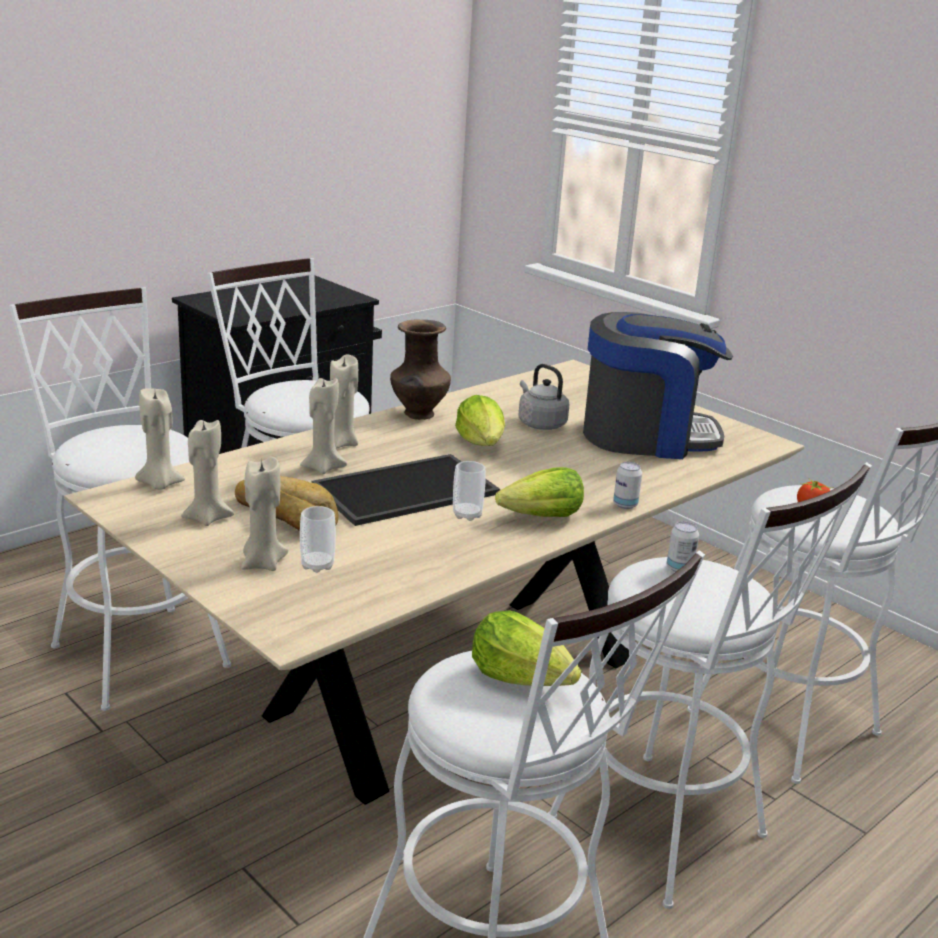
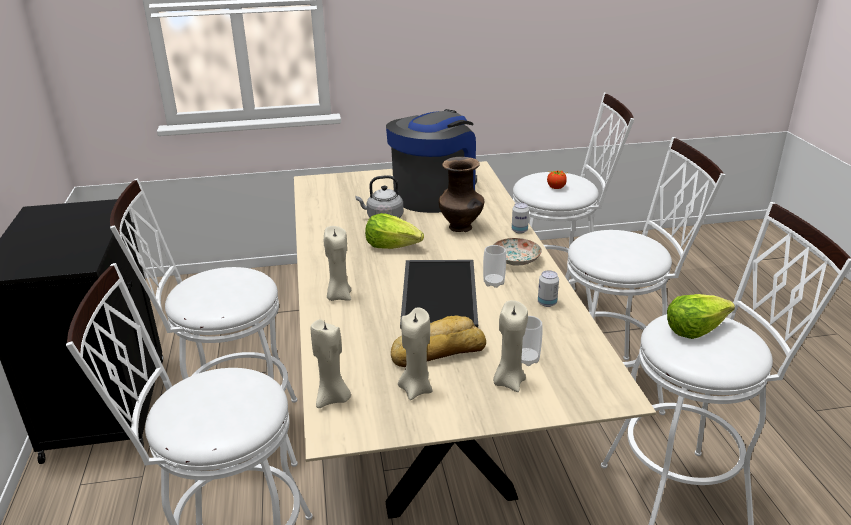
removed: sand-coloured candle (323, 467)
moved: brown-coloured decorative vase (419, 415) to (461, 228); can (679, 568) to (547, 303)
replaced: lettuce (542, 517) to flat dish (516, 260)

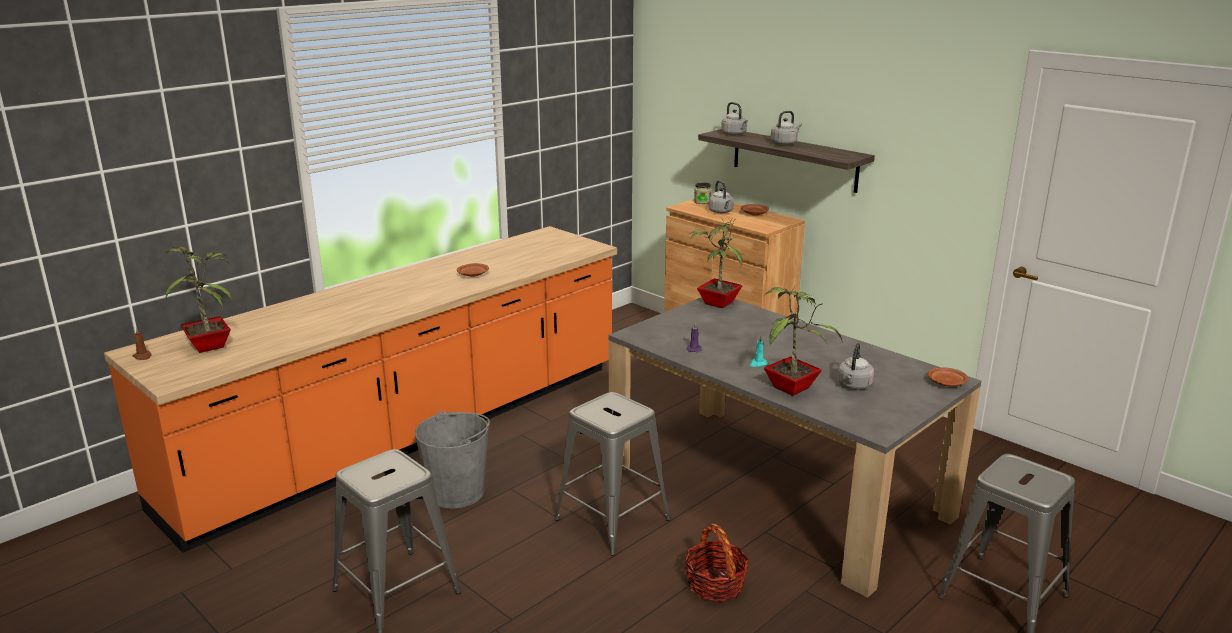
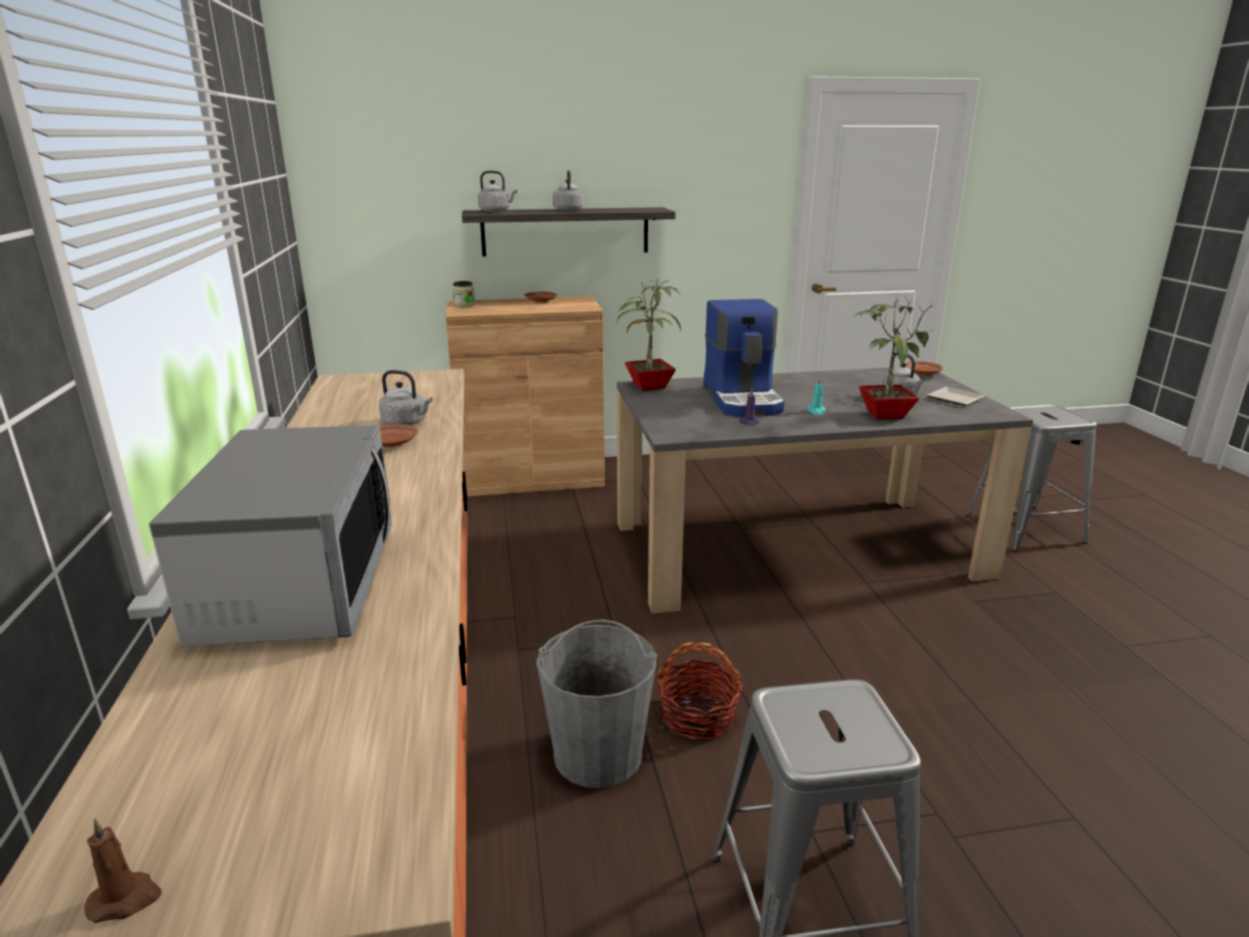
removed: houseplant (211, 346); grey stool seat (613, 520)
added: microwave (300, 585); coffee maker (743, 399); flat dish (954, 398)
moved: household basket (715, 584) to (698, 716); grey water kettle (721, 212) to (406, 423)

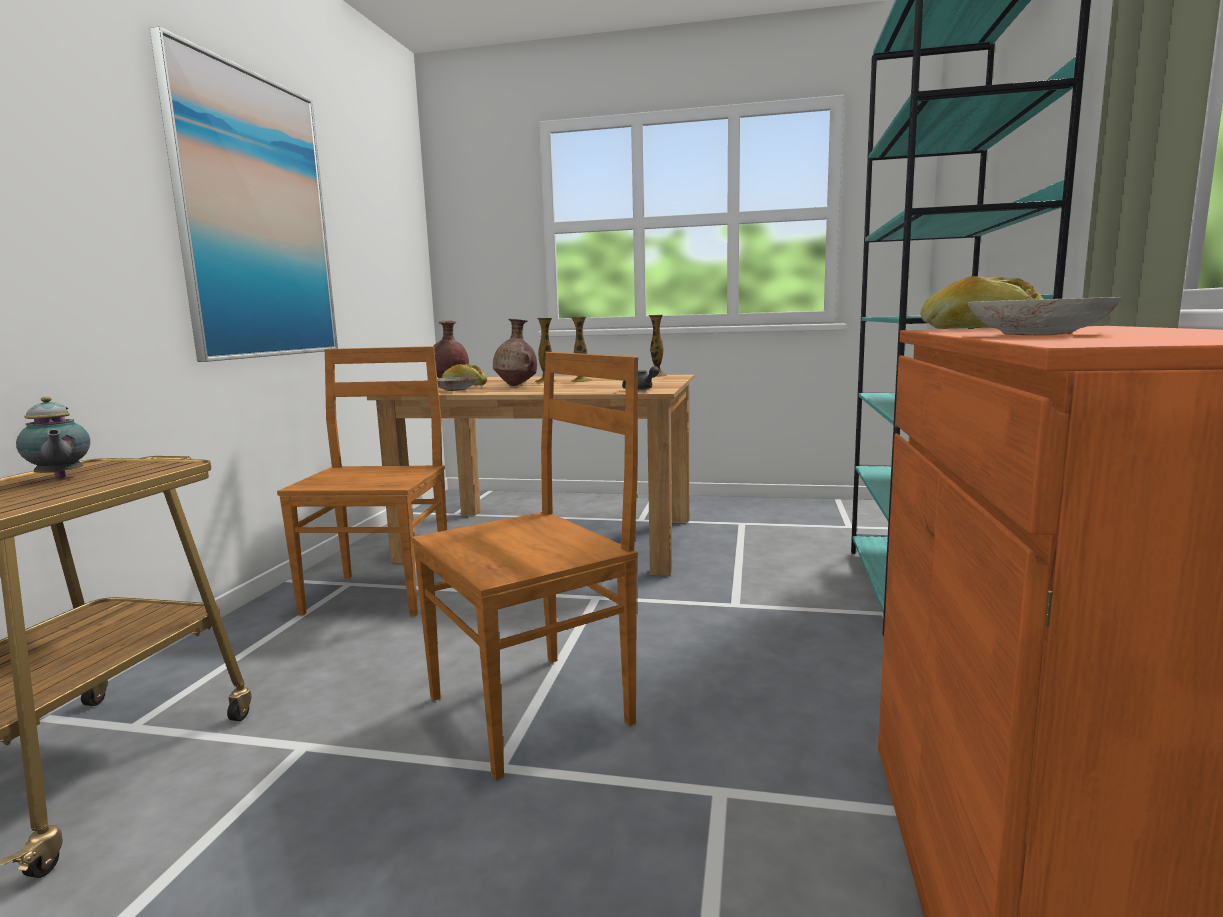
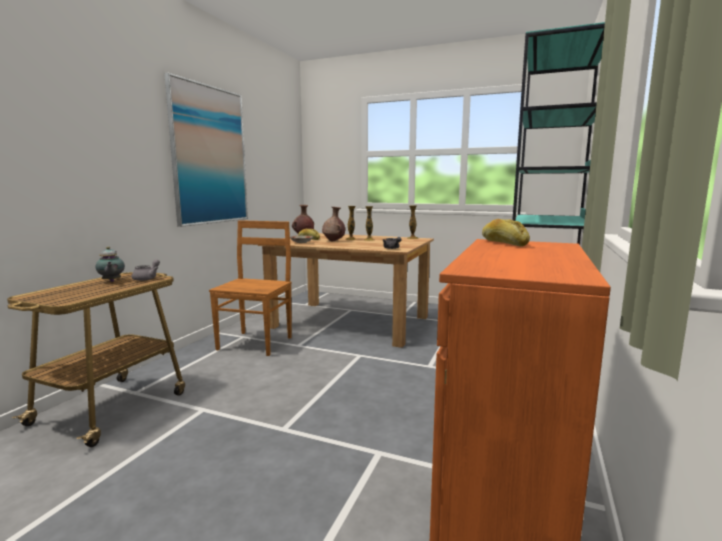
removed: brown-coloured upright chair (535, 708); flat dish (1039, 334)
added: grey teapot (147, 278)

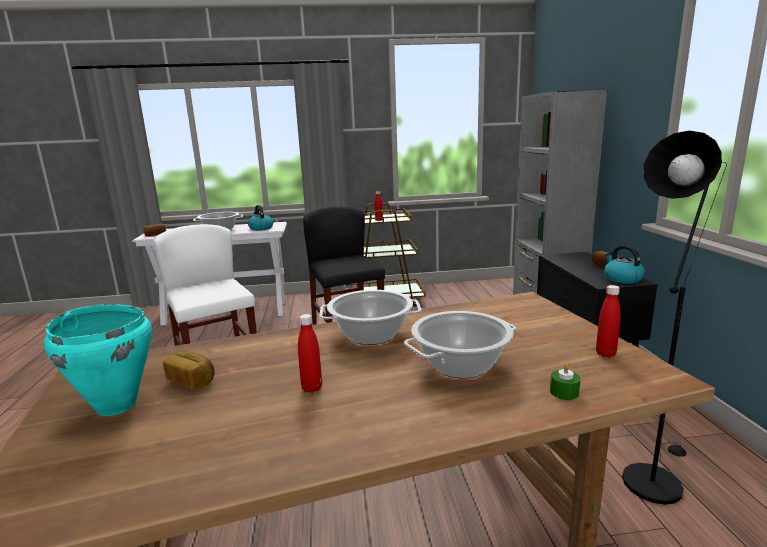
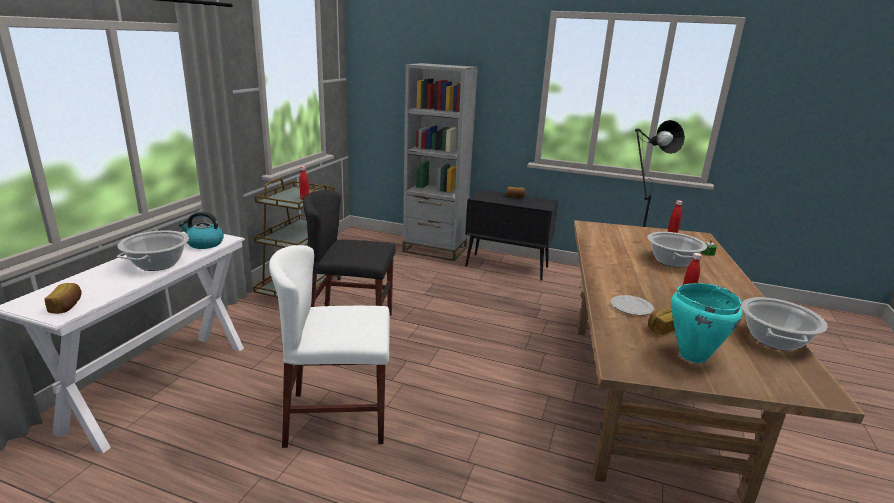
removed: water kettle (622, 279)
added: flat dish (631, 306)
moved: cooking pot (371, 335) to (774, 340)

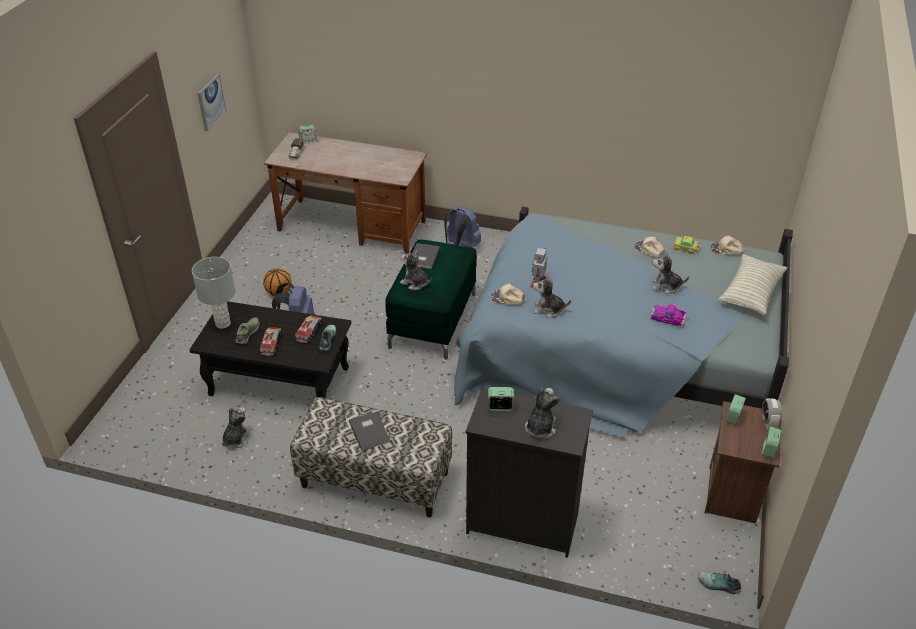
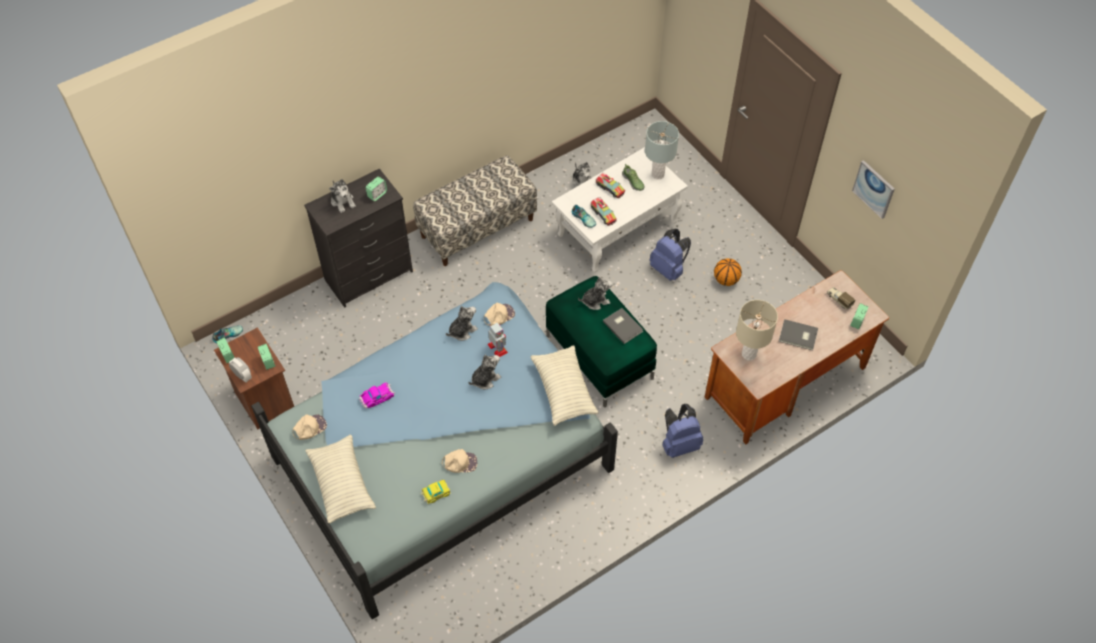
added: pillow (563, 391); sand-coloured lamp for a table (749, 354)
moved: grey bound book (370, 431) to (798, 336); plush toy (665, 286) to (485, 379); sand-coloured cap (726, 250) to (309, 428)
recoloured: blackish low table (278, 381) to whitish low table (618, 228)

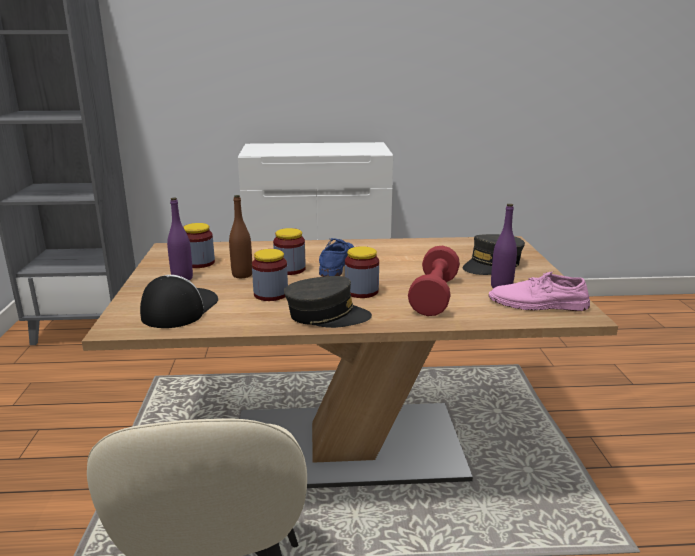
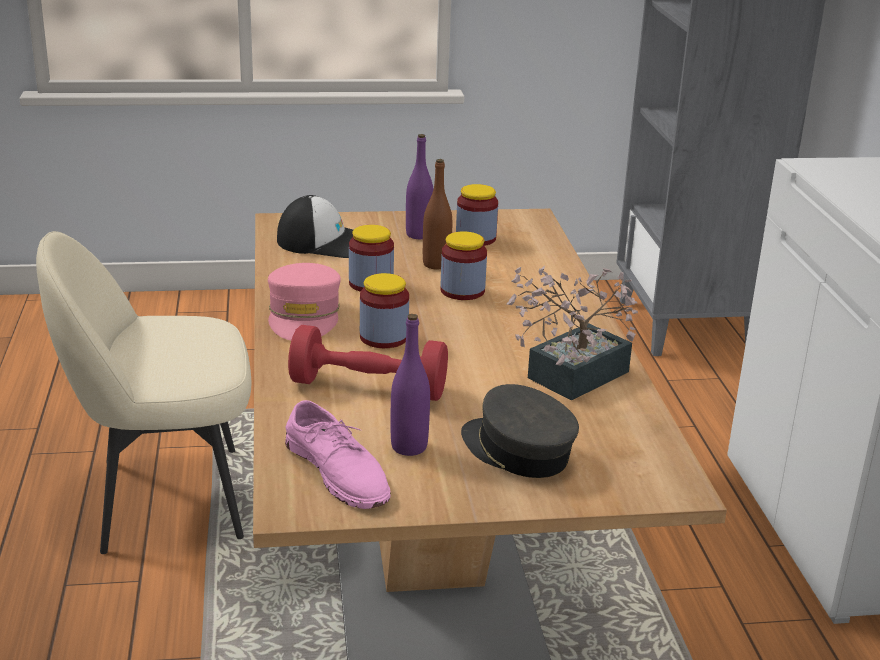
removed: blue-coloured low shoe (337, 264)
added: houseplant (569, 378)
recoloured: grey cap (326, 315) to pink cap (304, 316)
turned: pink low shoe (538, 304) = (338, 471) 135 degrees clockwise

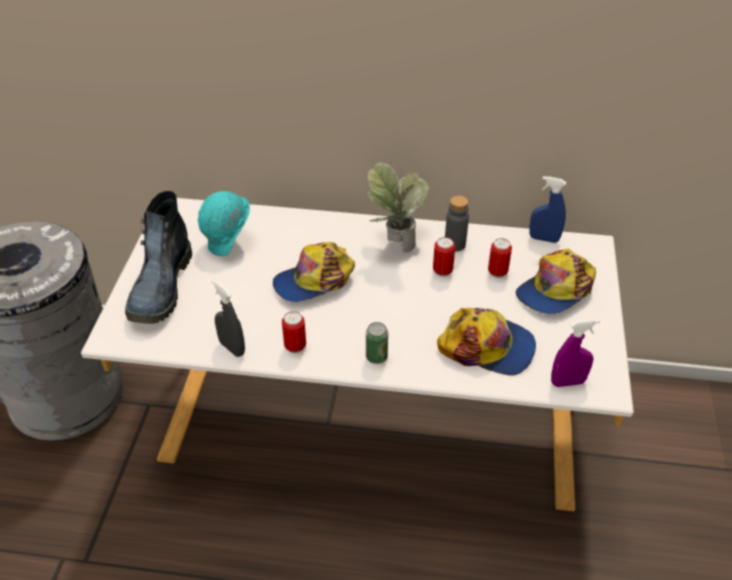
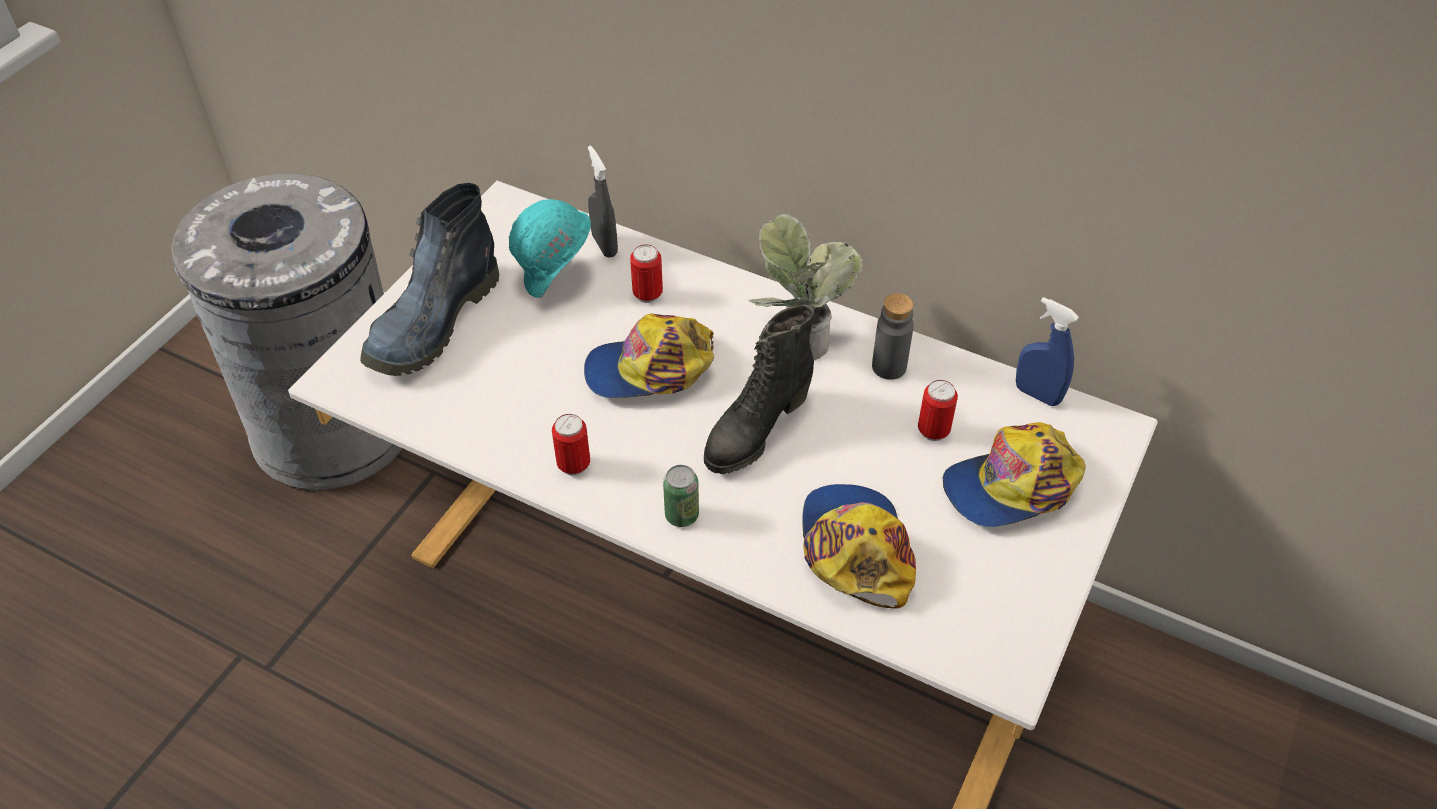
removed: purple spray bottle (568, 382)
added: blackish boot (756, 430)
moved: grey spray bottle (232, 348) to (604, 245); can (442, 271) to (647, 294)
turned: cap (487, 347) = (855, 549) 135 degrees counterclockwise

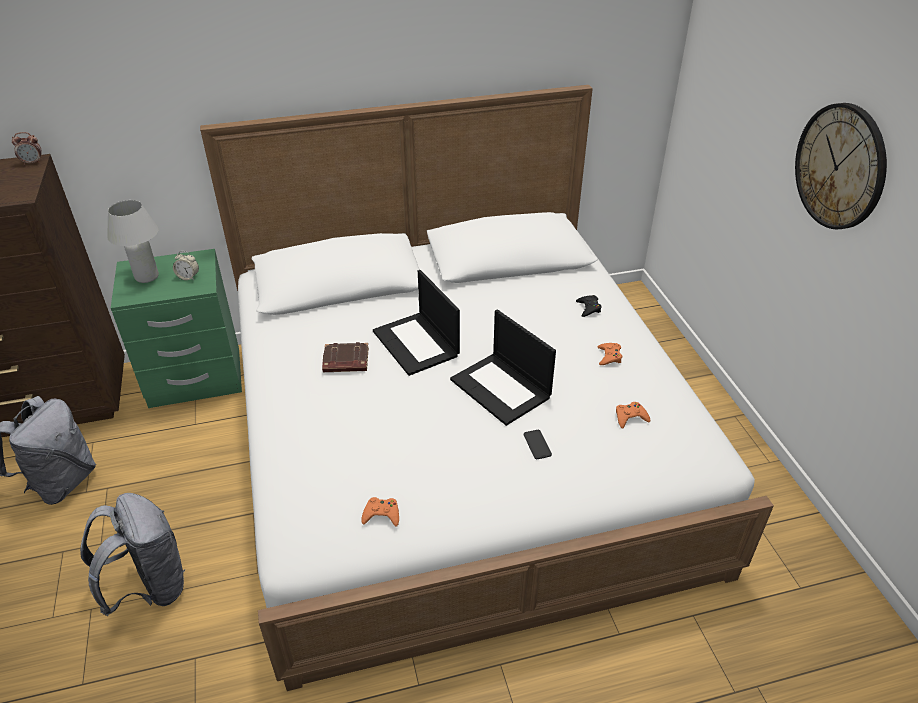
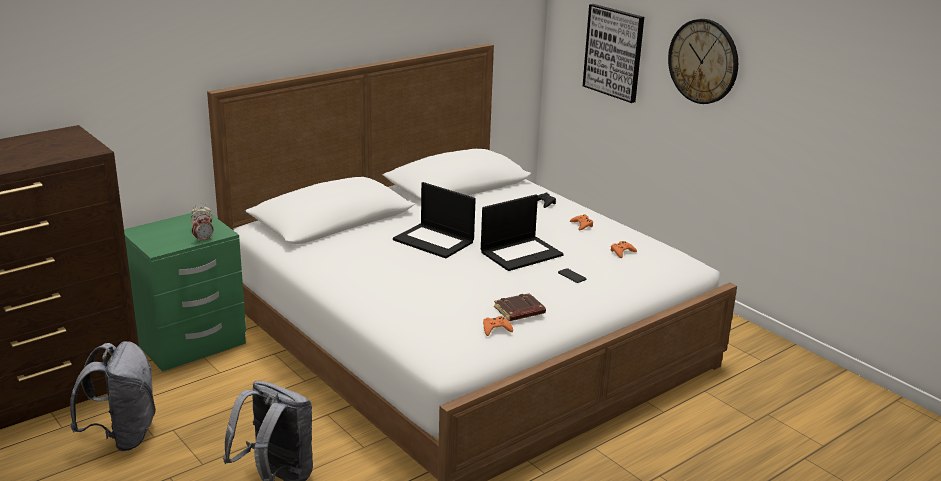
removed: whitish lamp for a table (147, 277)
added: picture (614, 52)
moved: table clock (33, 163) to (203, 240); brown-coloured bound book (345, 362) to (519, 311)
turned: laptop (502, 388) = (521, 253) 60 degrees counterclockwise

